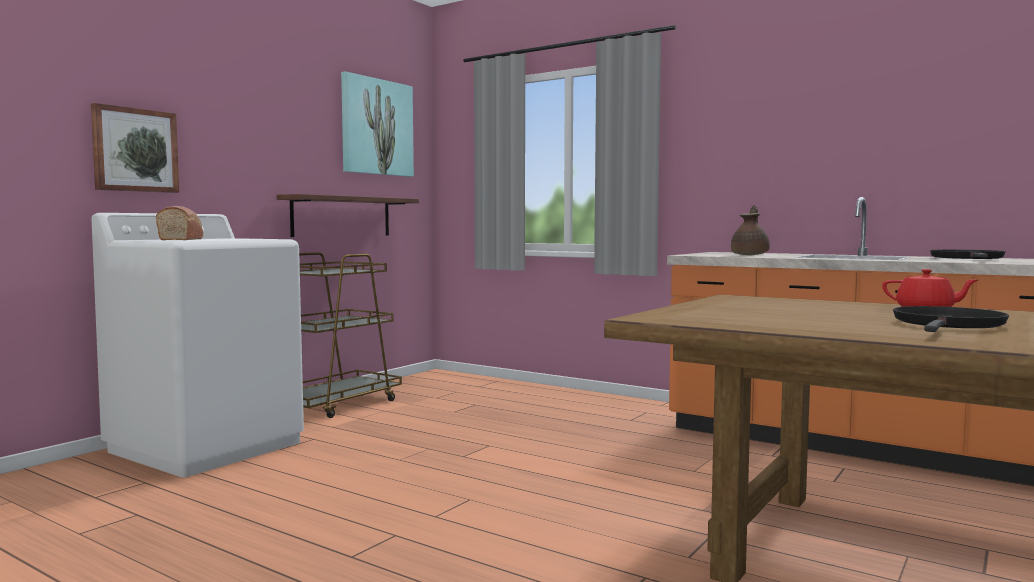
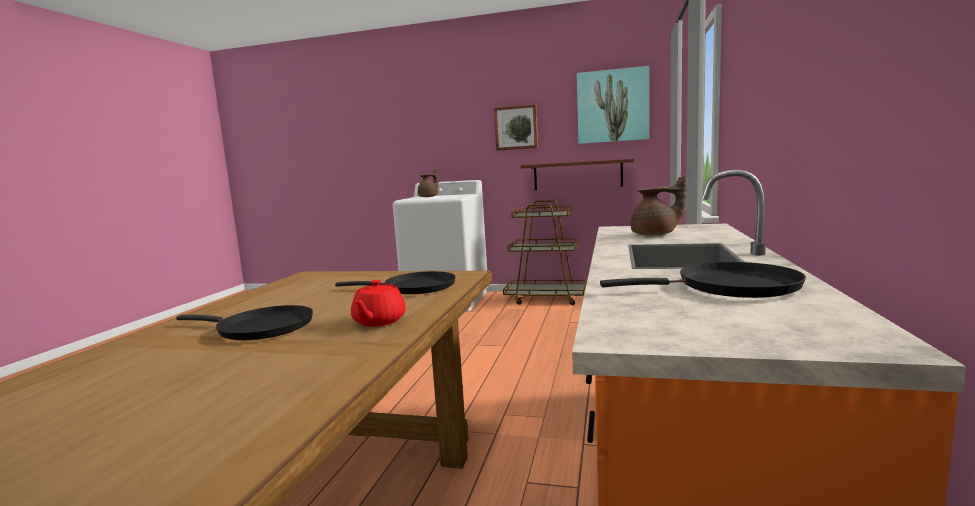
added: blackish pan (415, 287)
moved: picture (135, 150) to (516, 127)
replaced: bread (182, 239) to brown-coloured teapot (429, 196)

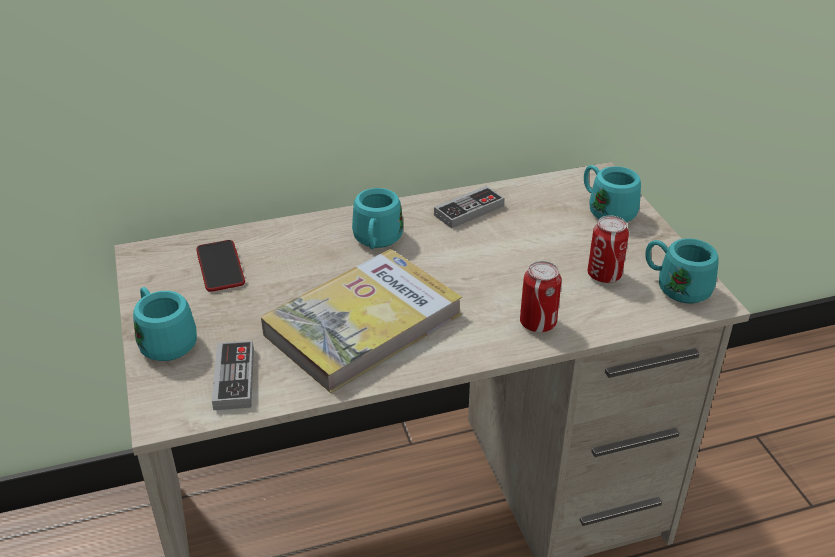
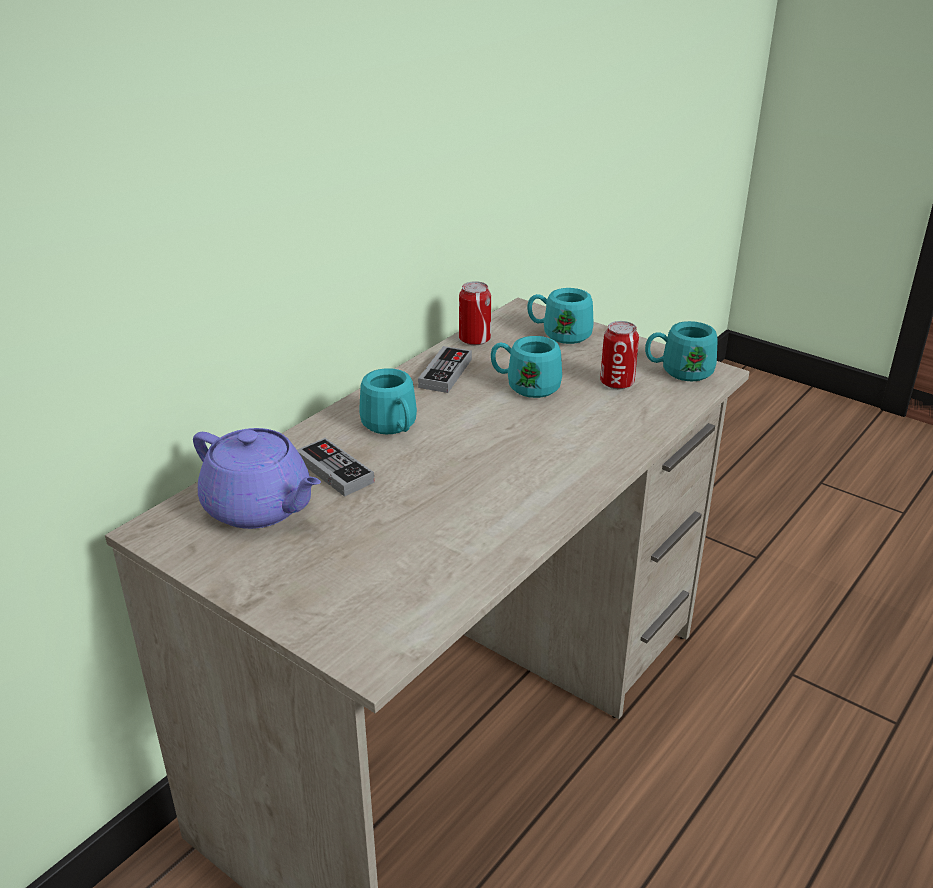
removed: bound book (363, 324)
moved: turquoise-coloured tea mug (164, 340) to (525, 386); gamepad (234, 378) to (335, 471); can (537, 323) to (474, 340)
replaced: handset (220, 267) to purple teapot (259, 507)

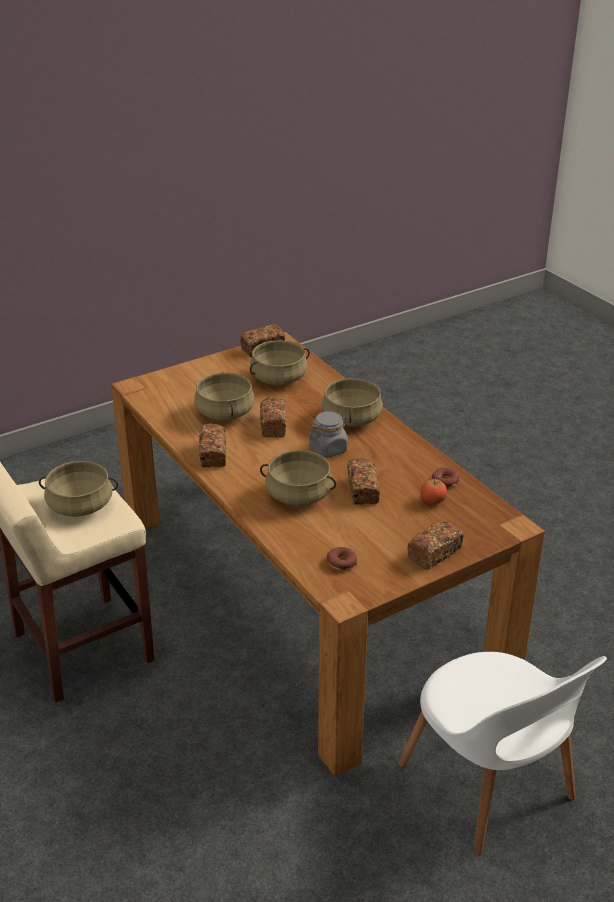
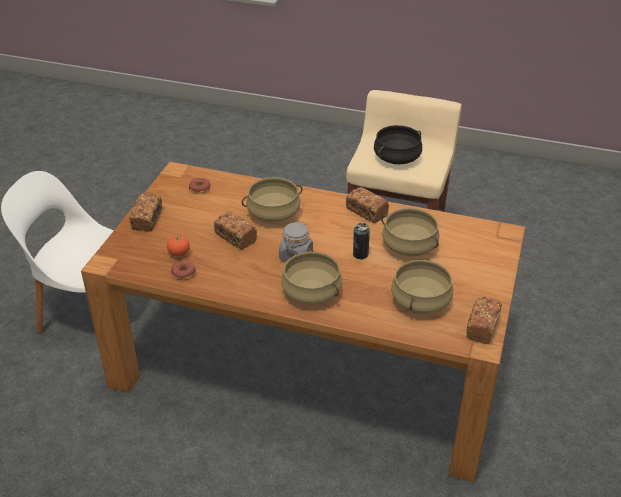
replaced: bread (273, 425) to can (360, 254)
recoloured: sand-coloured cooking pot (80, 505) to blackish cooking pot (397, 158)

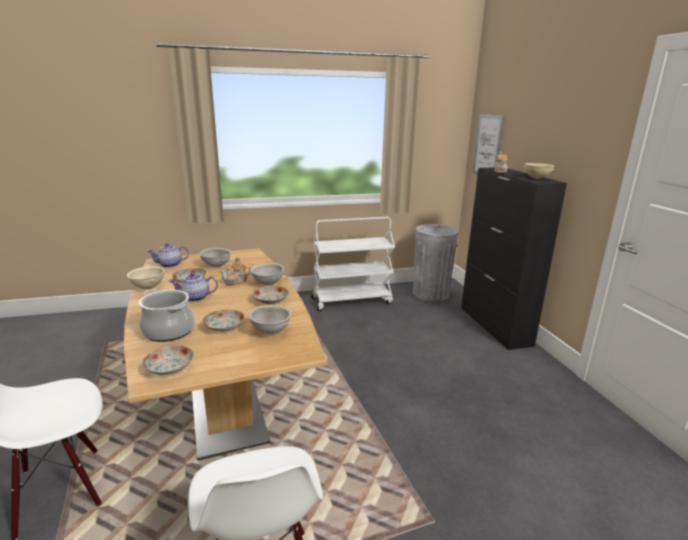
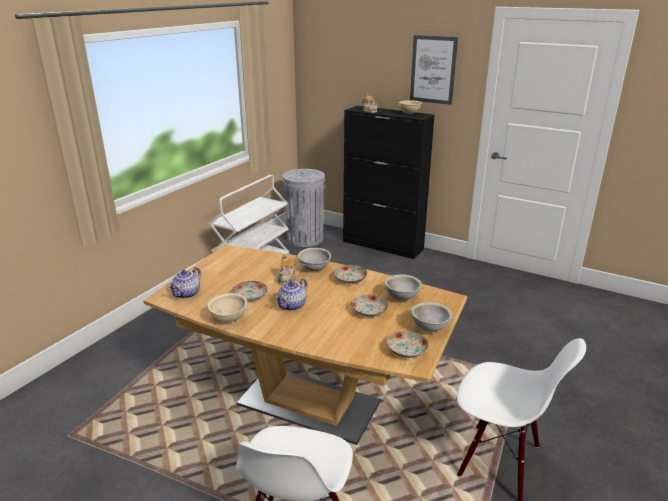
removed: cooking pot (168, 331)
moved: grey serving bowl (217, 266) to (429, 328); picture (488, 146) to (433, 70)

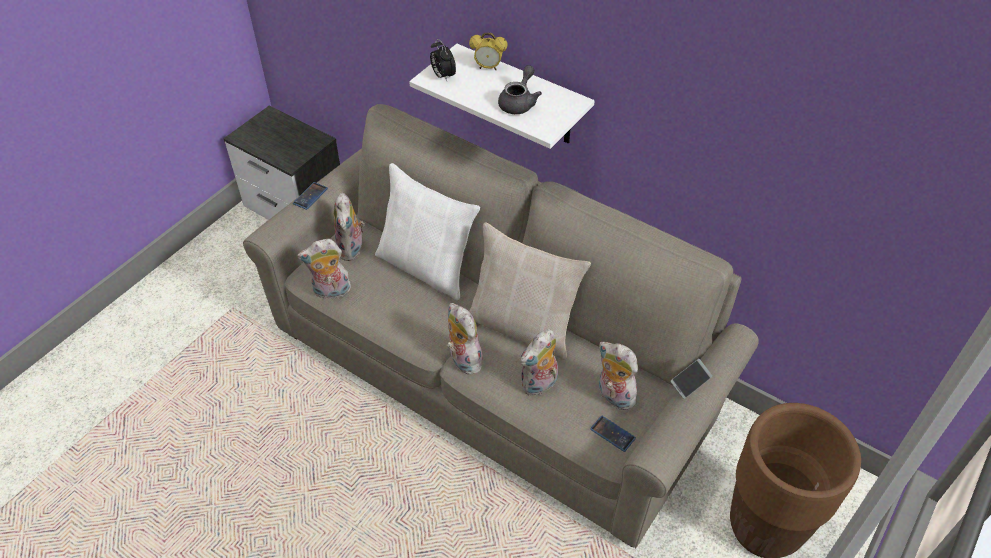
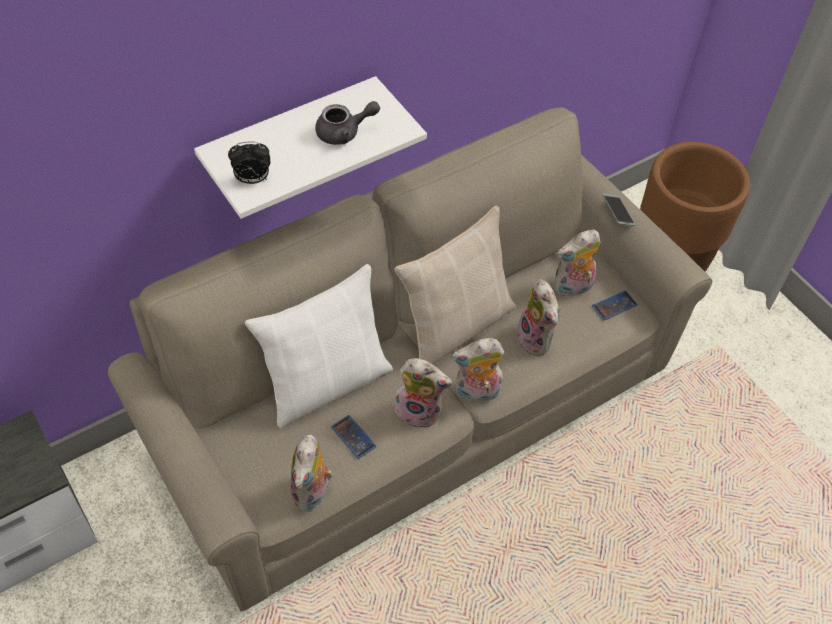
removed: table clock (488, 67)
moved: handset (310, 196) to (353, 437); plush toy (352, 249) to (420, 410)
turned: grey teapot (519, 102) = (344, 133) 120 degrees clockwise

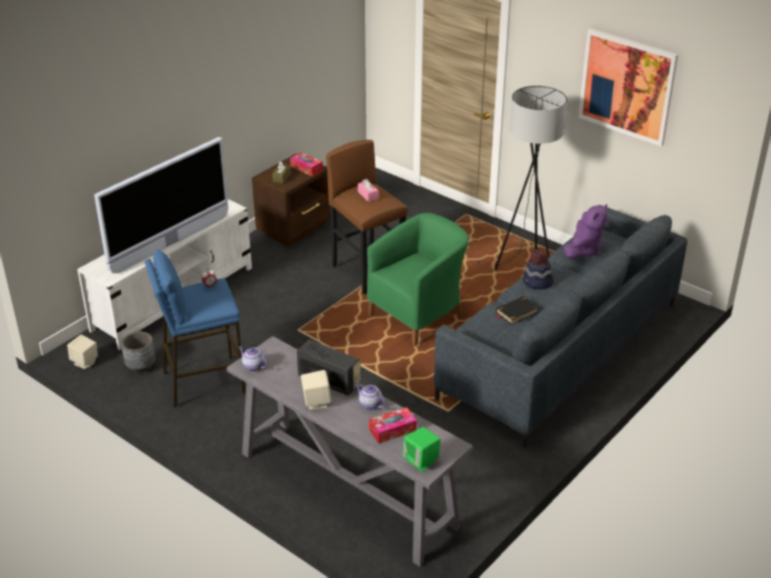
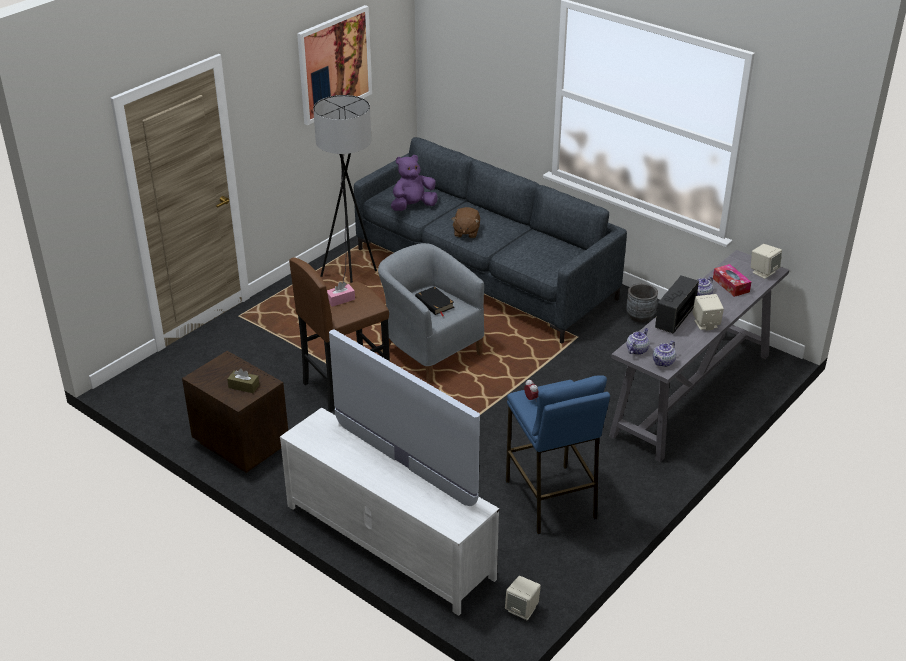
removed: tissue holder (306, 168)
added: teapot (637, 350)
moved: grey plant pot (141, 366) to (640, 316); blackish bound book (516, 312) to (434, 303)
replaced: hat (537, 282) to brown-coloured plush toy (466, 232)
recoloured: greenish lounge chair (419, 315) to grey lounge chair (429, 351); greenish loudspeaker (421, 461) to sand-coloured loudspeaker (763, 272)
turned: purple plush toy (583, 250) = (413, 206) 60 degrees counterclockwise

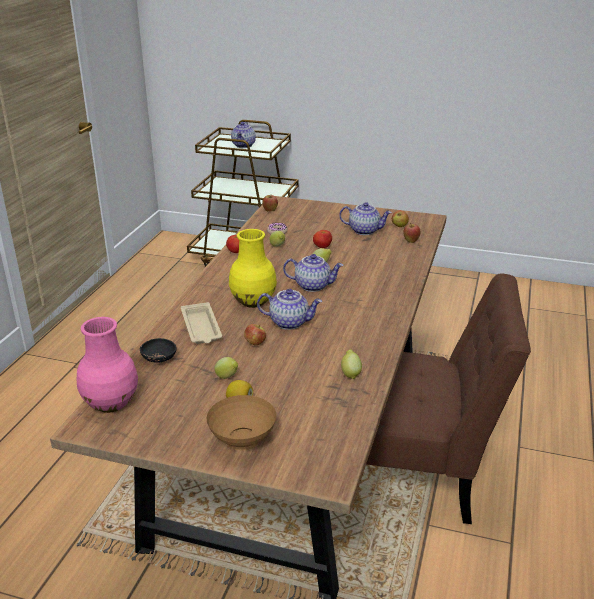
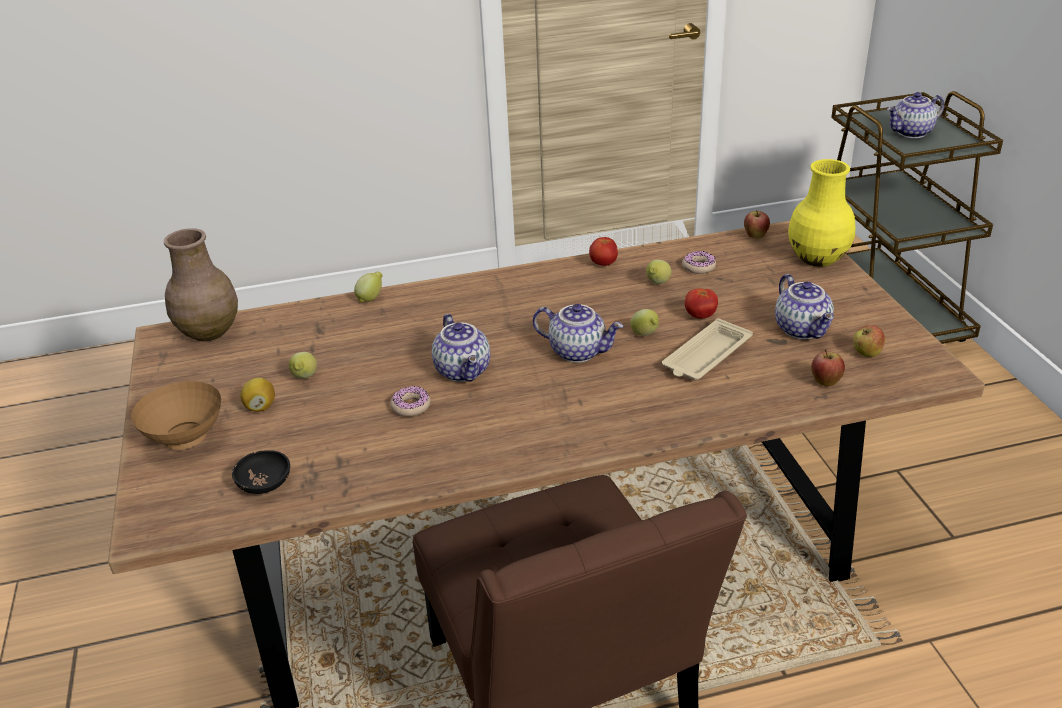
removed: whole apple (255, 343)
added: doughnut (411, 406)
moved: blackish serving bowl (159, 358) to (265, 484); sand-coloured carrying tray (201, 328) to (705, 357); yellow decorative vase (252, 301) to (817, 258); lemon (350, 373) to (371, 298)
recoloured: pink decorative vase (110, 403) to brown-coloured decorative vase (209, 331)
turned: teapot (313, 285) = (578, 351) 45 degrees counterclockwise

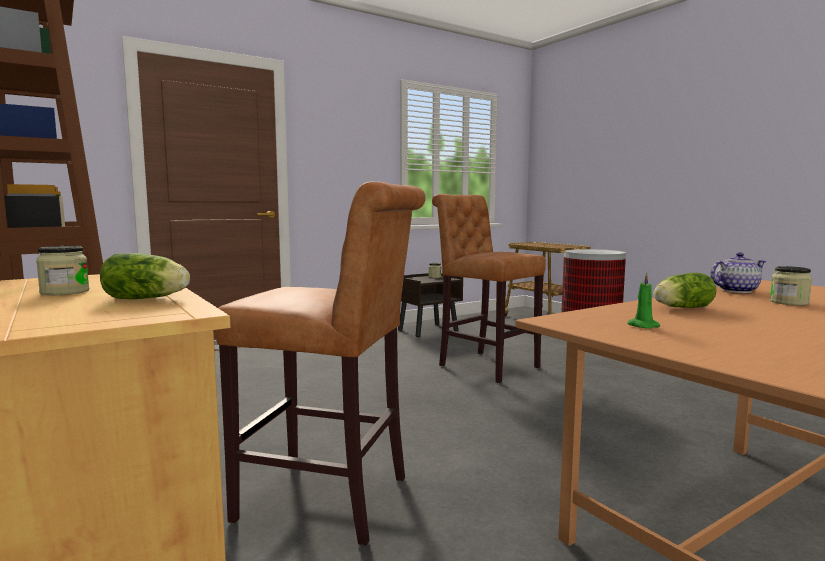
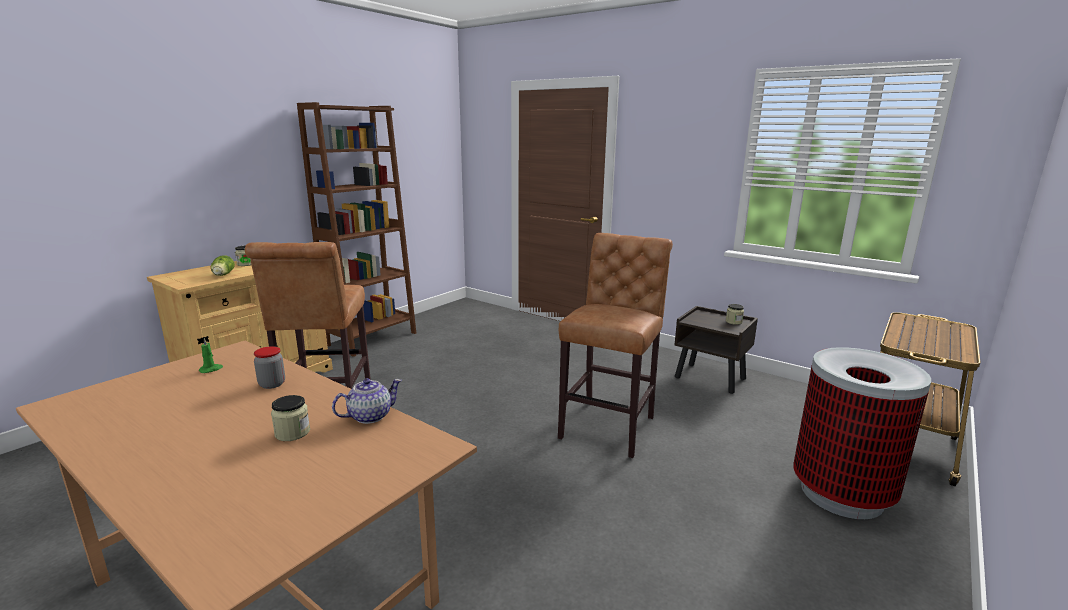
replaced: lettuce (680, 308) to preserve jar (272, 384)
turned: teapot (735, 290) = (369, 416) 90 degrees counterclockwise

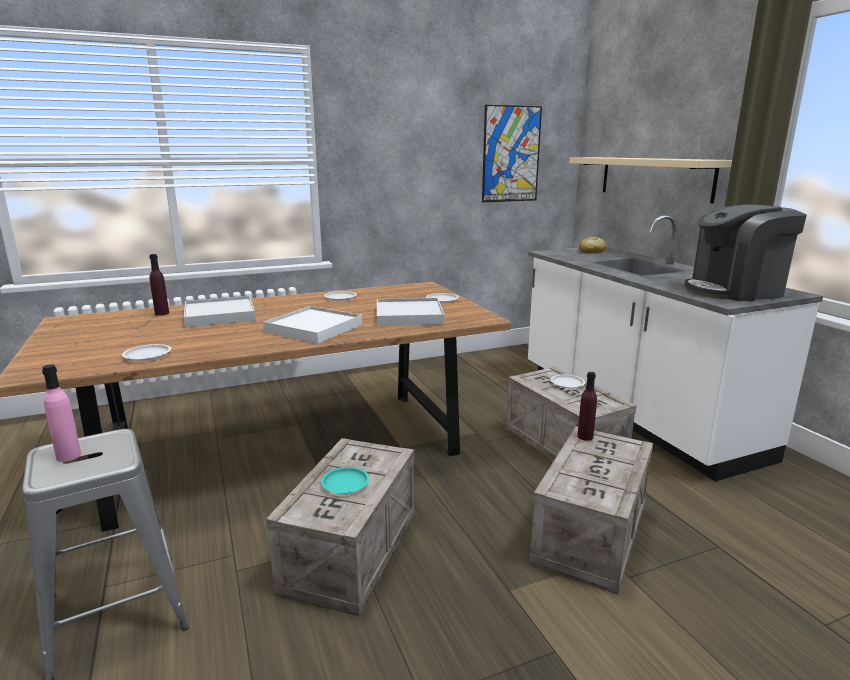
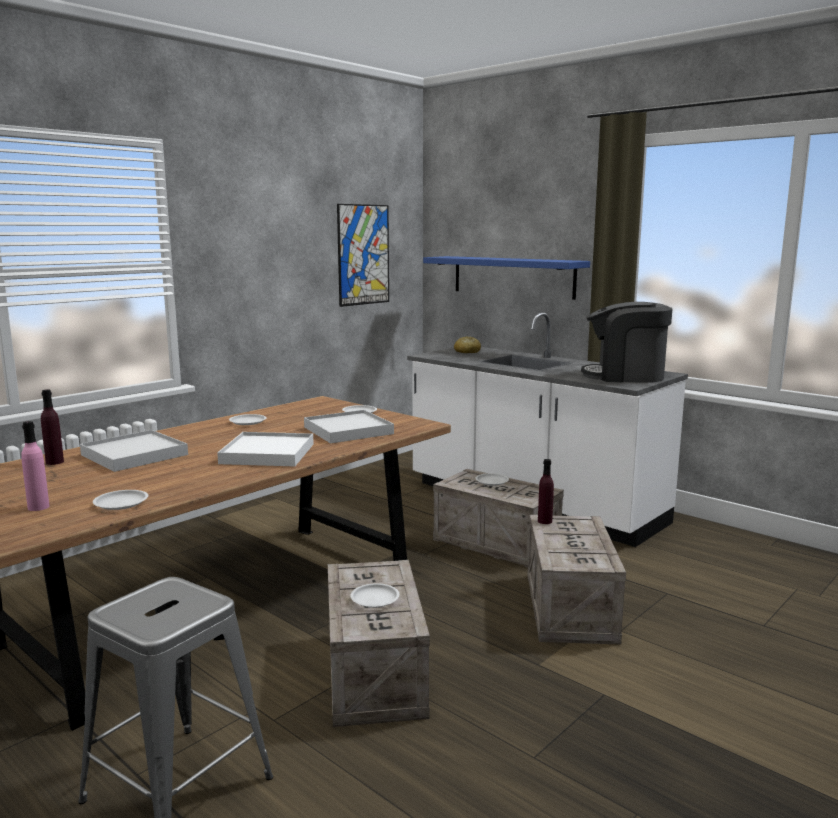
moved: pink bottle (68, 456) to (38, 507)
recoloured: turquoise-coloured flat dish (345, 483) to whitish flat dish (374, 599); sand-coloured bracket shelf (654, 177) to blue-coloured bracket shelf (512, 276)
turned: coffee maker (735, 291) = (625, 376) 45 degrees clockwise

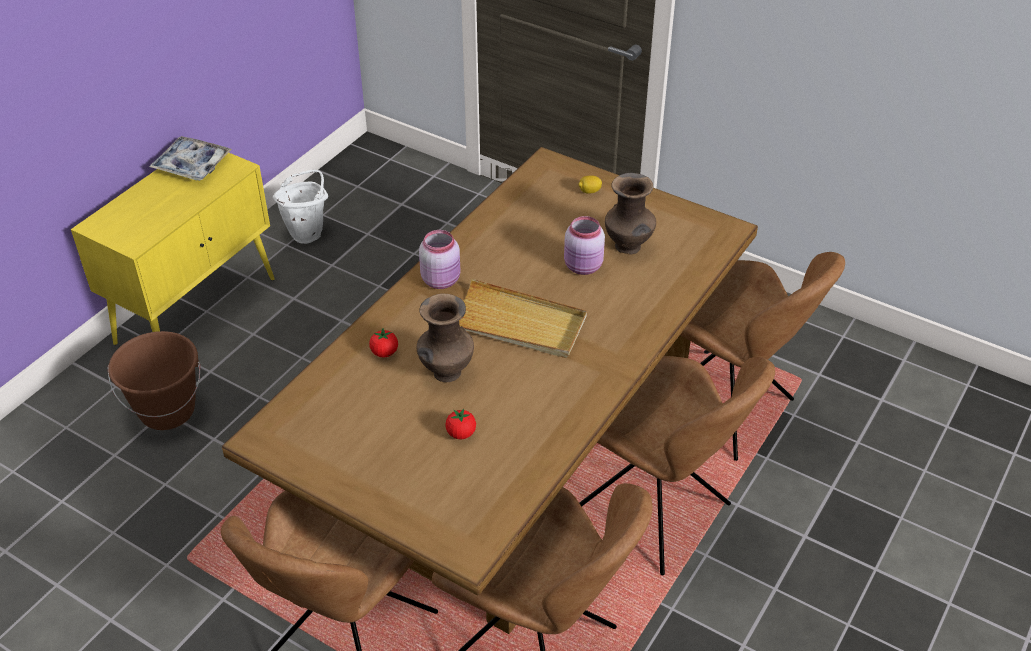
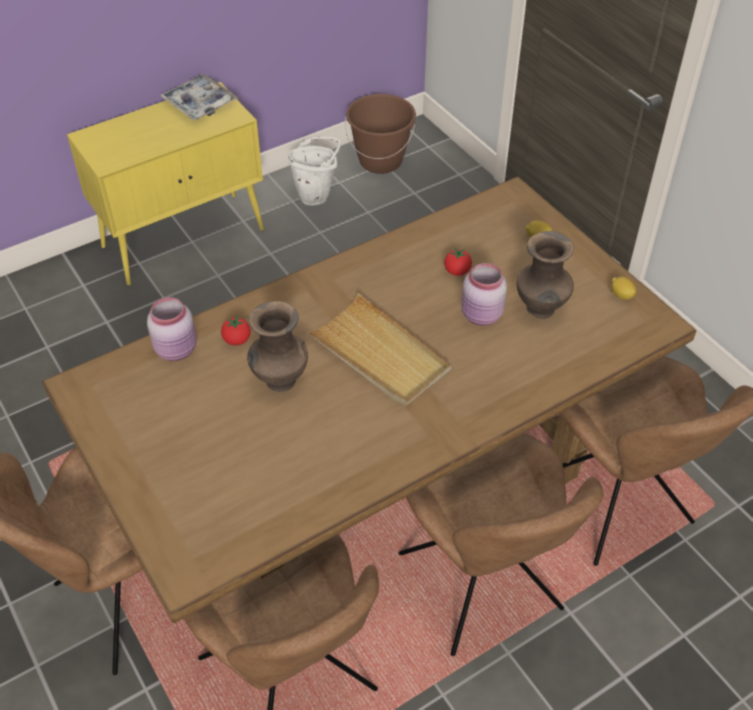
added: lemon (621, 295)
moved: brown-coloured water bucket (167, 411) to (381, 161); pink preserve jar (442, 280) to (177, 349); whole tomato (461, 433) to (457, 271)

